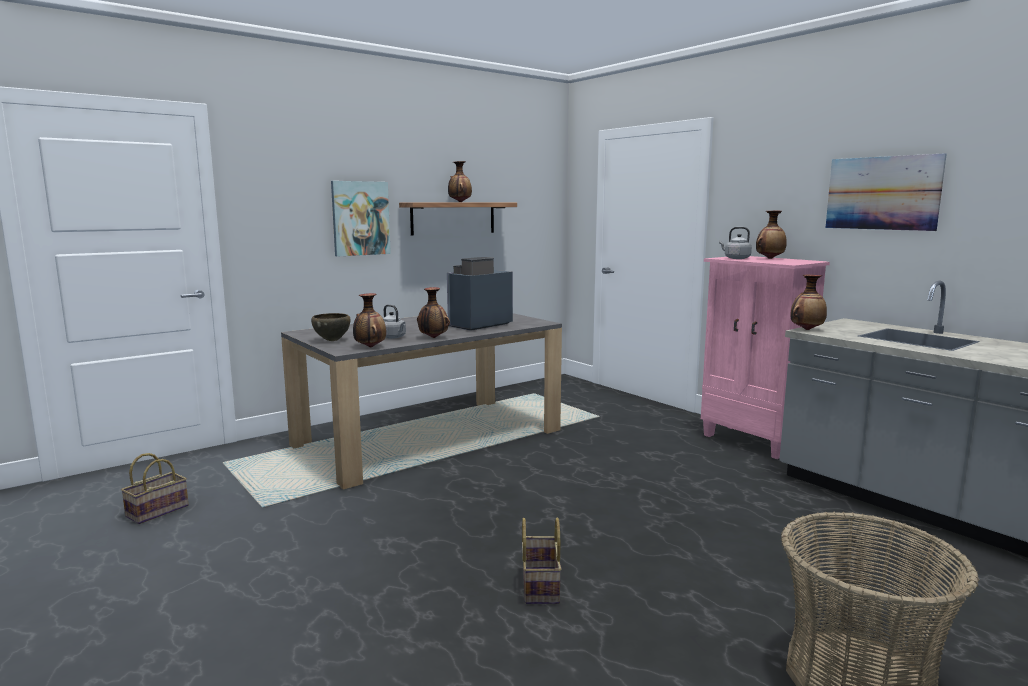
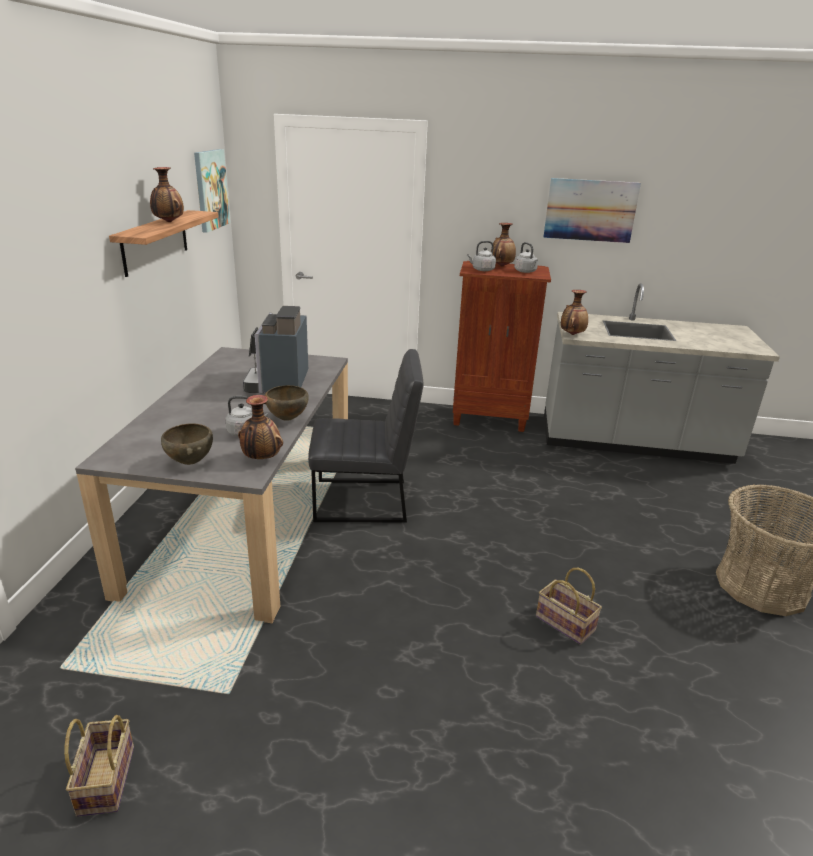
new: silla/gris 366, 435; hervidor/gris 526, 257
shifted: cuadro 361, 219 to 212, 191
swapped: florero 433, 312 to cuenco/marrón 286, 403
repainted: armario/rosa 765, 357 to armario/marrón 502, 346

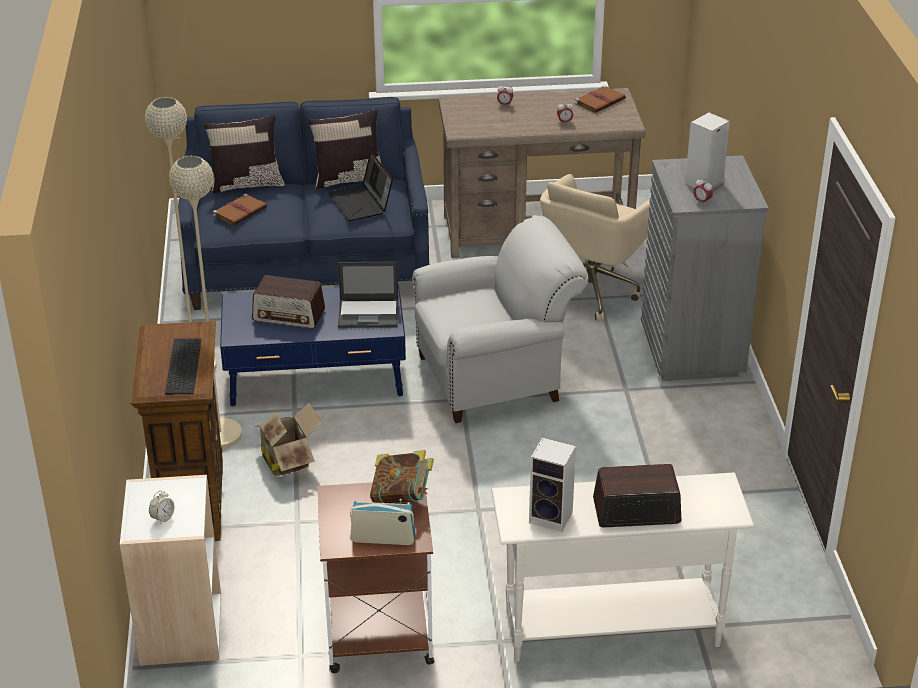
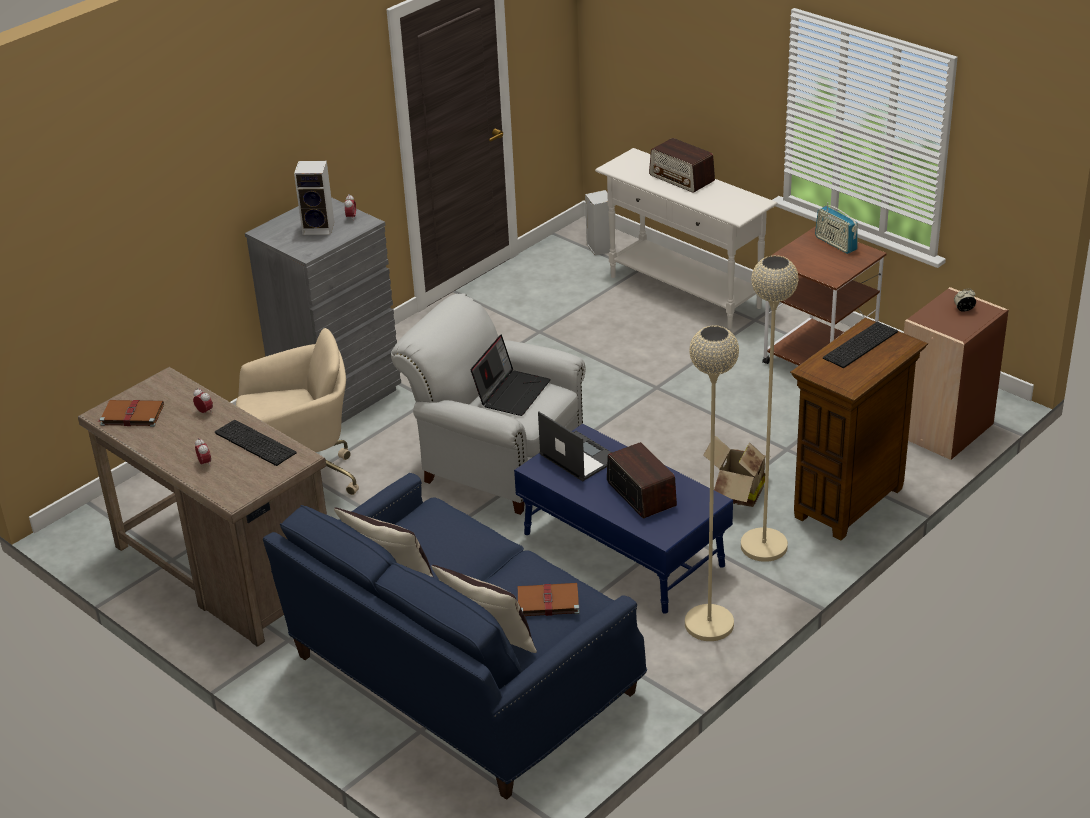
gone: libro 402, 476
new: teclado 255, 443
shifted: portátil 360, 186 to 511, 375; altavoz 552, 485 to 597, 222
repainted: estantería/blanco 170, 570 to estantería/marrón 956, 373

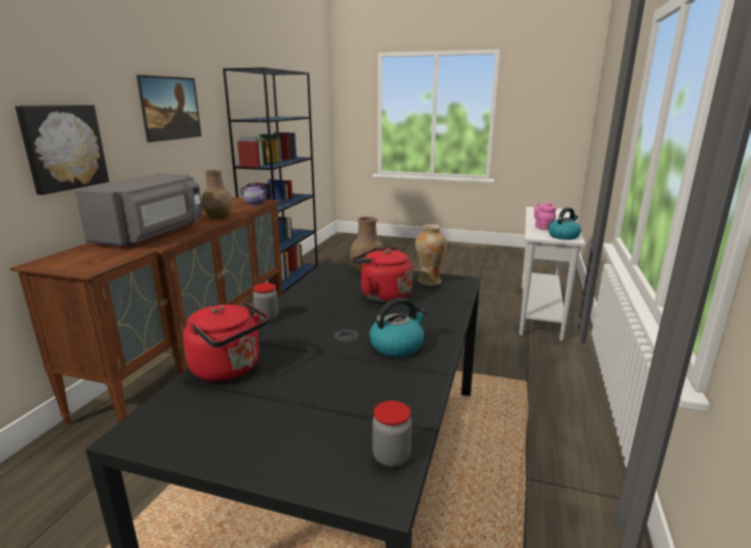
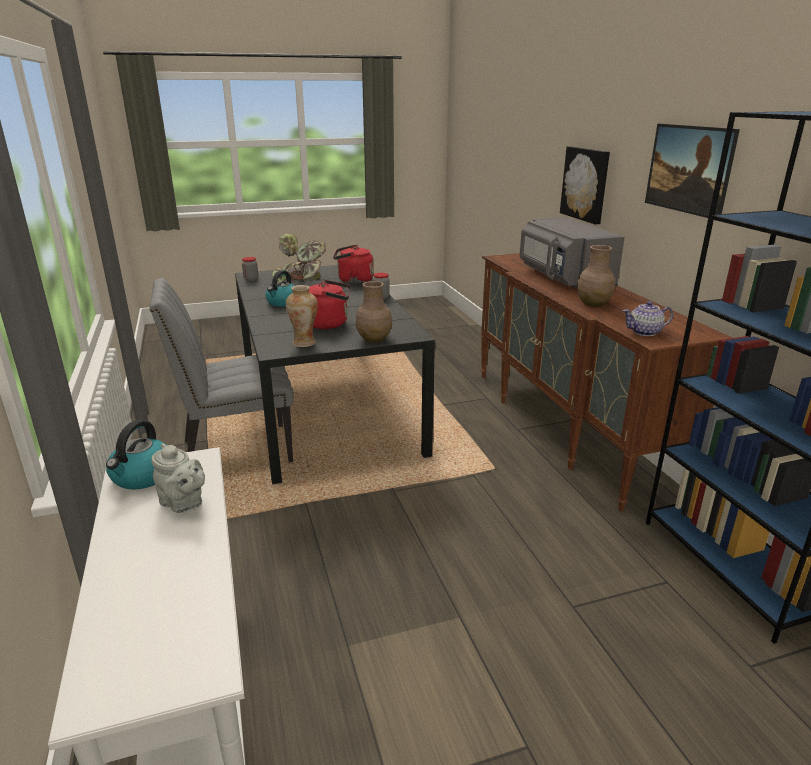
new: silla/gris 222, 370; planta en maceta 299, 258
repainted: tetera/rosa 545, 216 to tetera/gris 178, 478

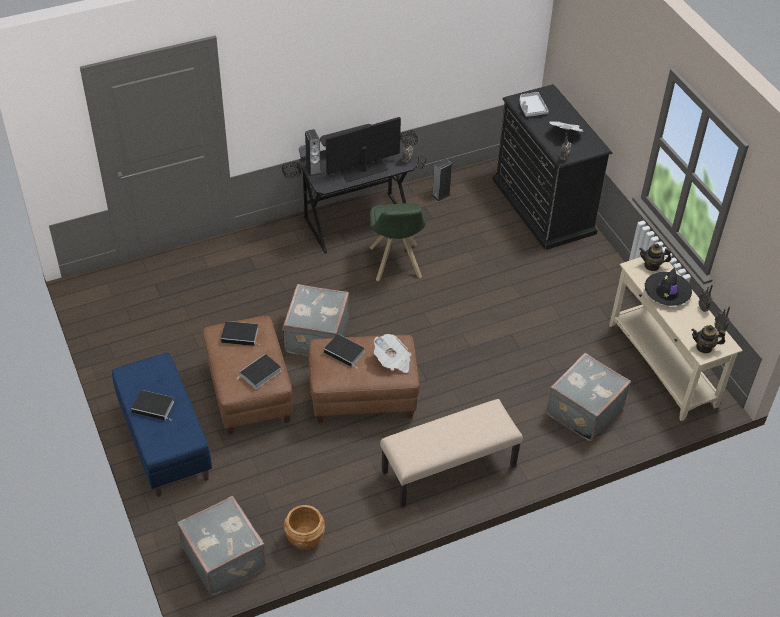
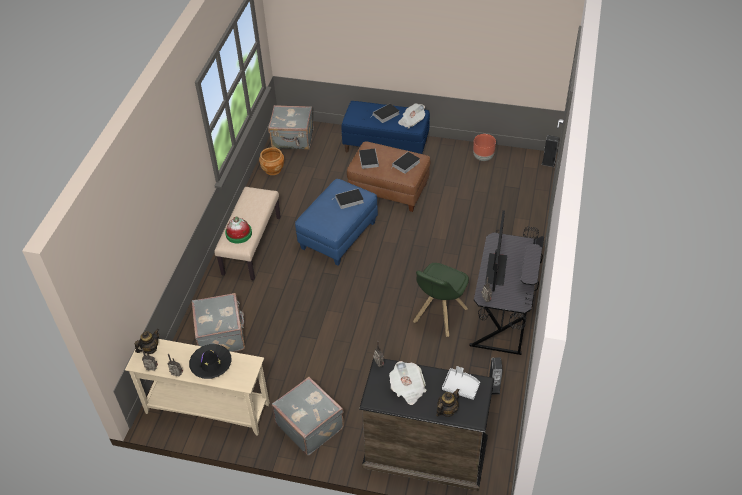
new: sombrero 238, 230; maceta/marrón 484, 147
shifted: maleta/gris 315, 320 to 308, 416; altavoz 313, 153 to 550, 151; periódico 392, 353 to 412, 115; tetera 655, 257 to 447, 403
repainted: puf/marrón 364, 379 to puf/azul 336, 222
rotated: silla/verde 398, 242 = 441, 300 90 degrees counterclockwise

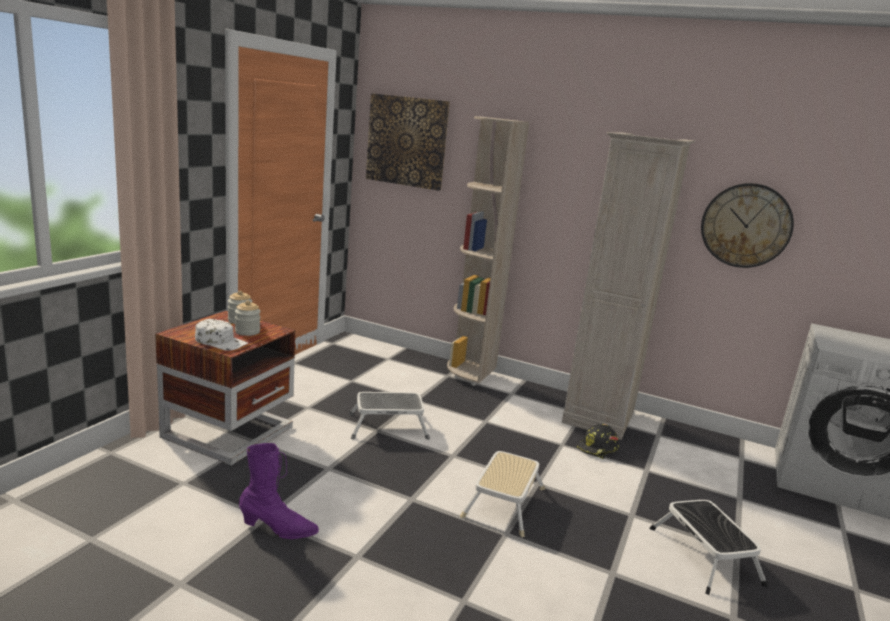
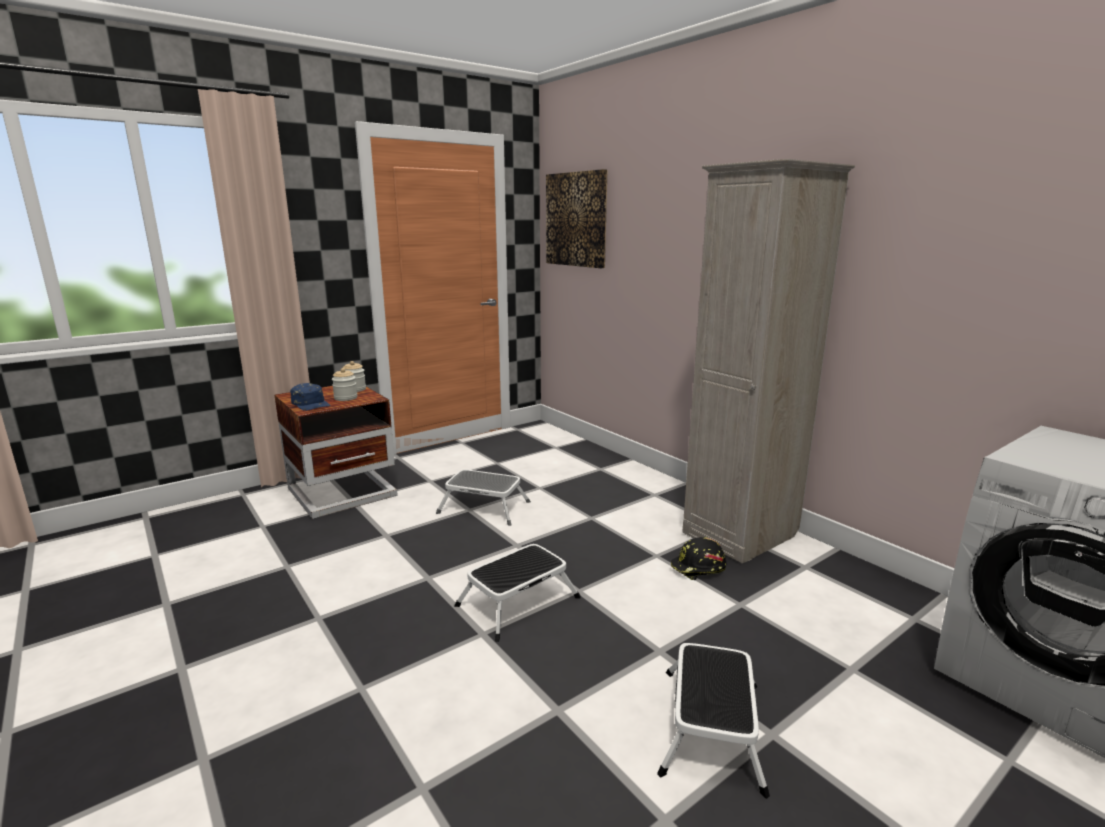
gone: bota/morado 279, 491; estantería/beis 488, 251; reloj de pared 747, 225
repainted: gorra/blanco 221, 335 to gorra/azul 310, 397; escalera de tijera/beis 502, 494 to escalera de tijera/negro 517, 593

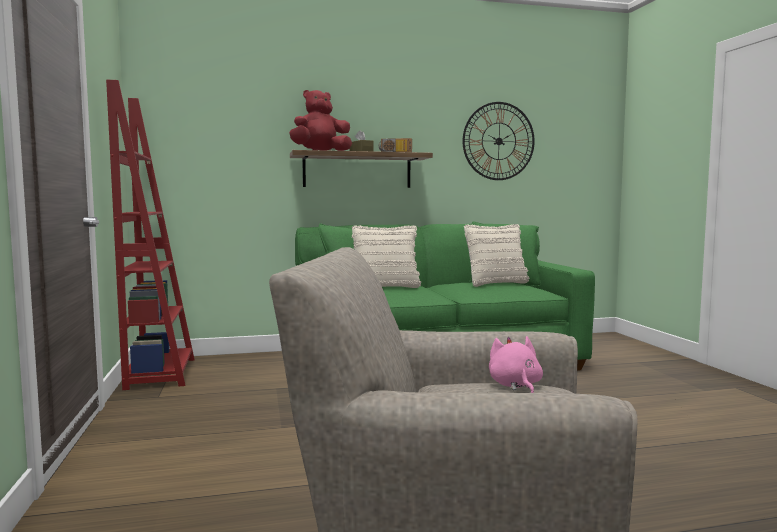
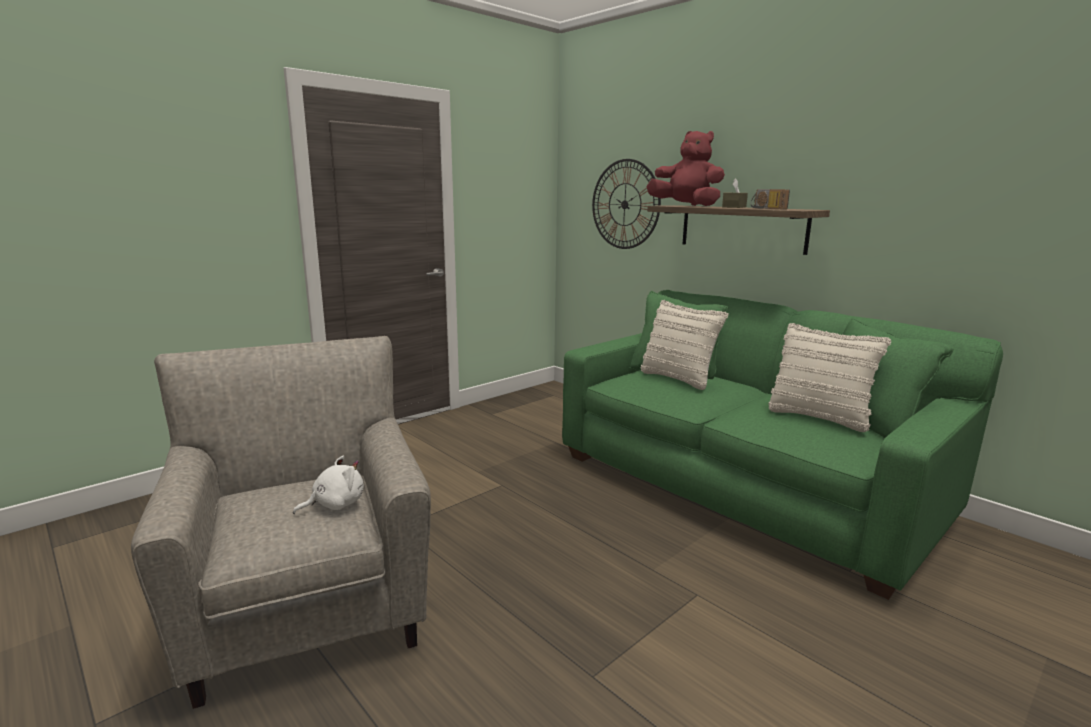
gone: estantería/rojo 150, 234
shifted: reloj de pared 498, 141 to 626, 204
repainted: peluche/rosa 516, 364 to peluche/blanco 328, 485

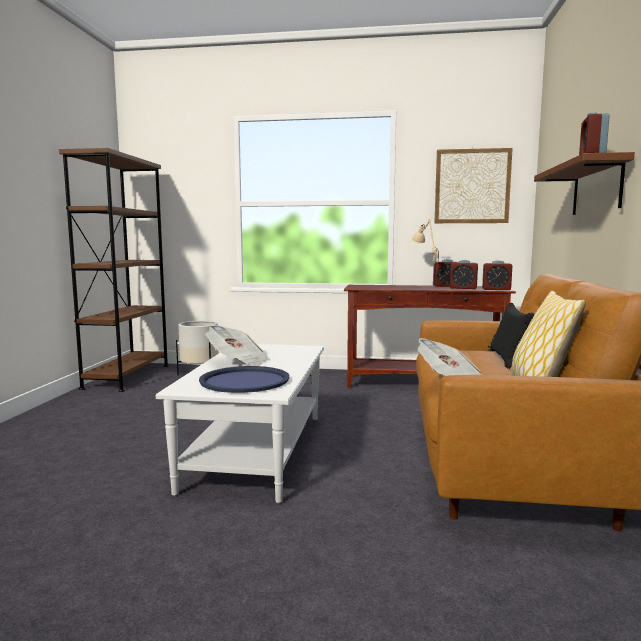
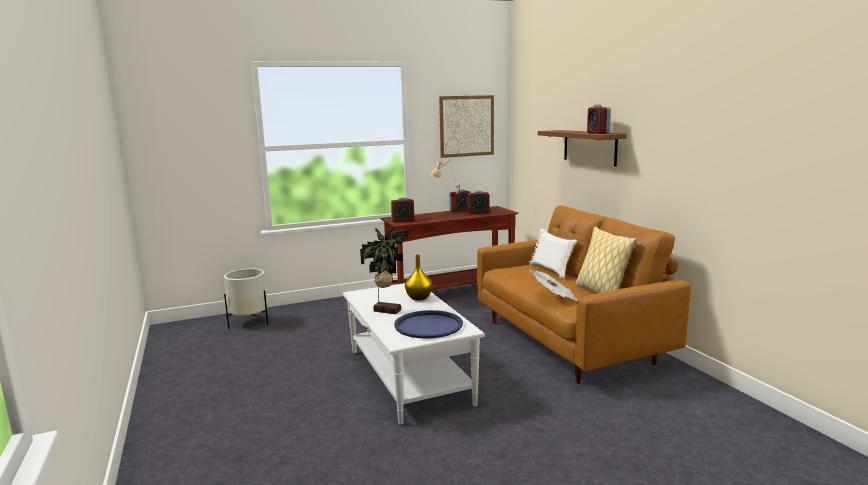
gone: estantería/marrón 114, 270
new: florero/amarillo 418, 278
shifted: despertador 497, 275 to 402, 210
swapped: periódico 236, 345 to planta en maceta 384, 271
repainted: cojín/negro 511, 336 to cojín/blanco 553, 253

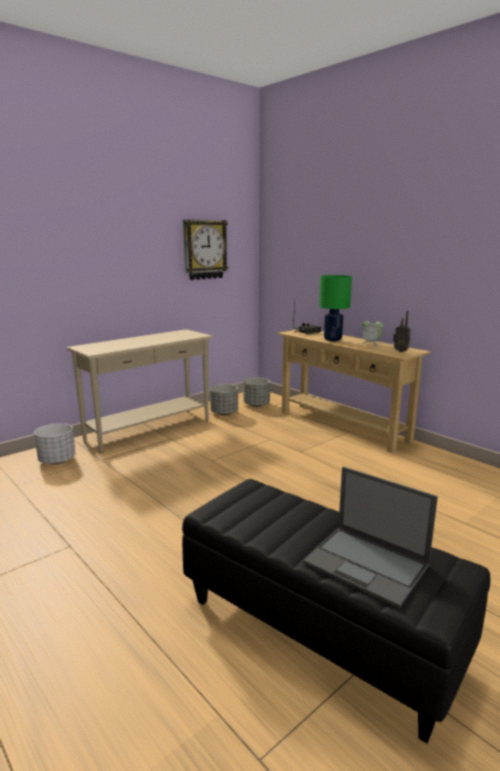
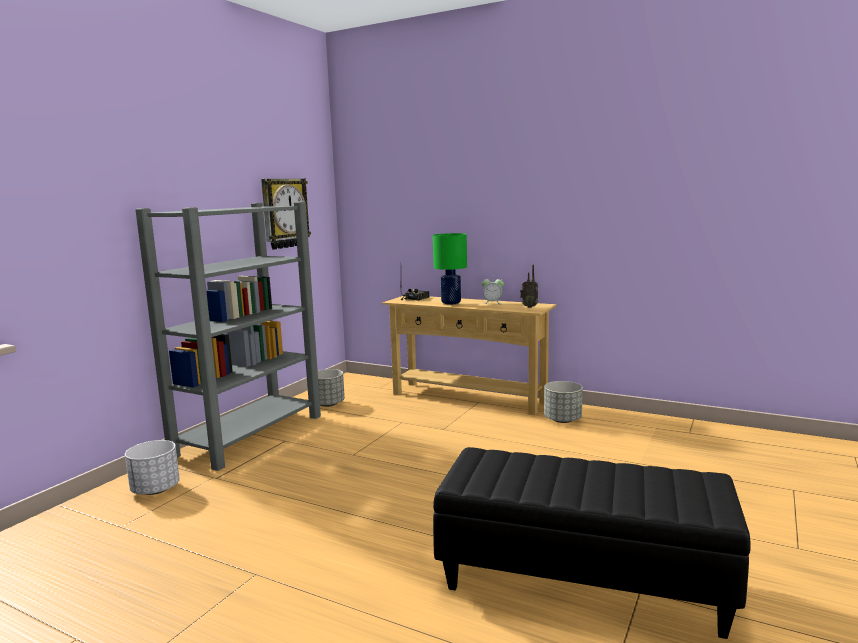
gone: portátil 370, 537
shifted: maceta/gris 256, 392 to 563, 402
swapped: mesa consola/beis 140, 391 to estantería/gris 228, 336

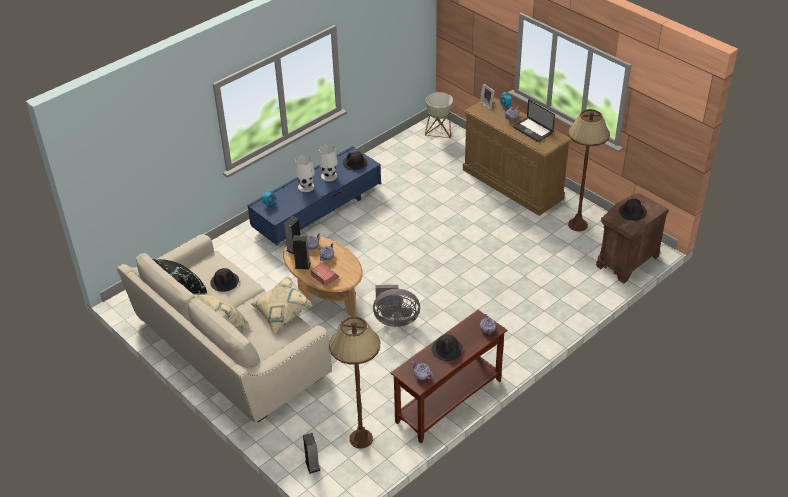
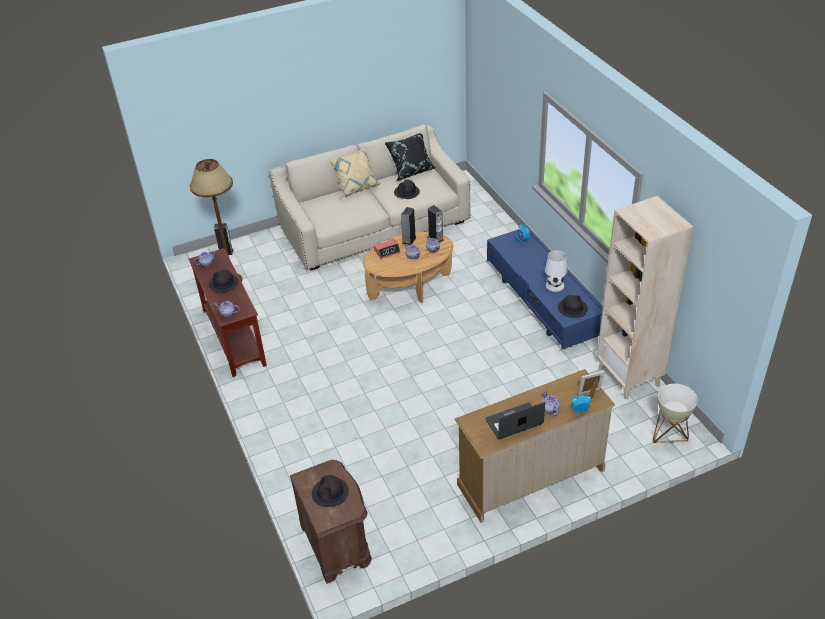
gone: cojín/beis 282, 305; lámpara de mesa/blanco 305, 173; ventilador/gris 396, 306; lámpara de pie/marrón 589, 170
new: estantería/beis 645, 297

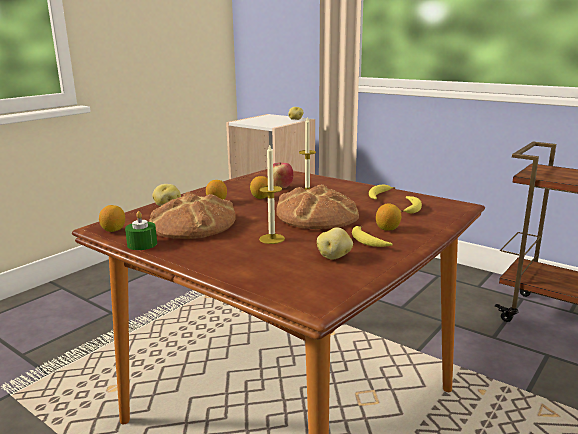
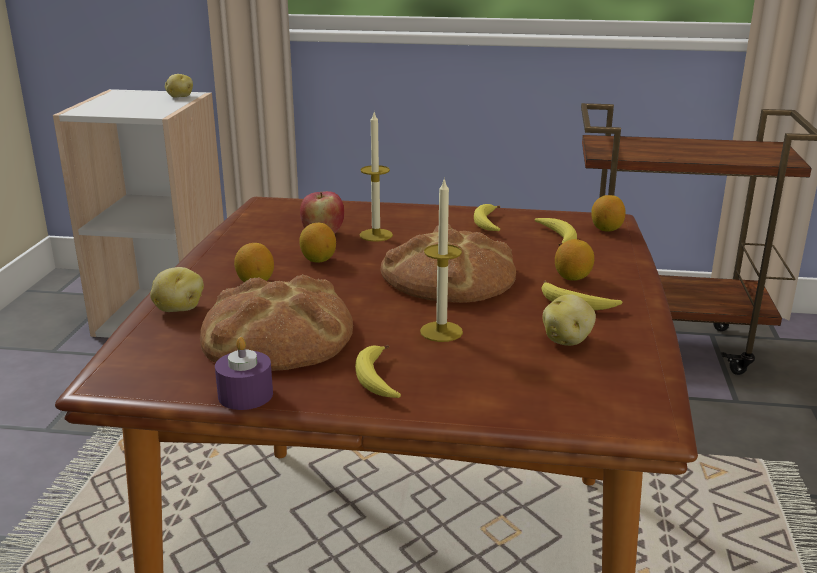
new: plátano 378, 371
shifted: limón 112, 218 to 608, 213
repainted: vela/verde 141, 230 to vela/morado 244, 373

